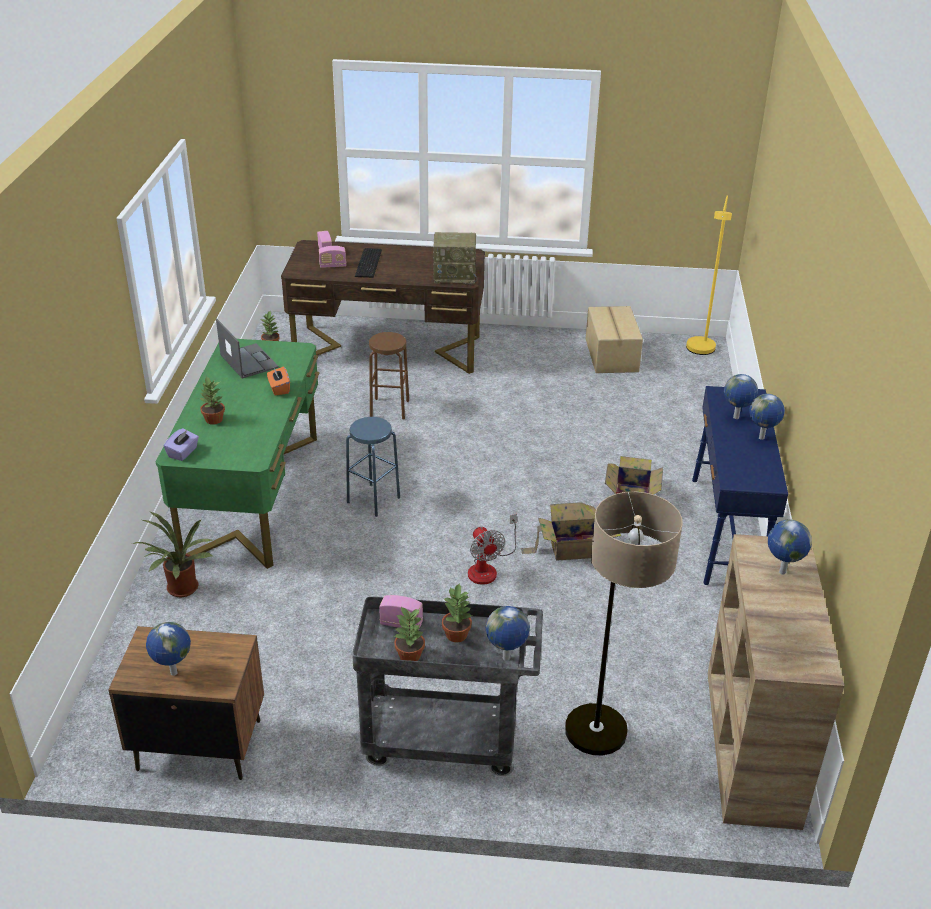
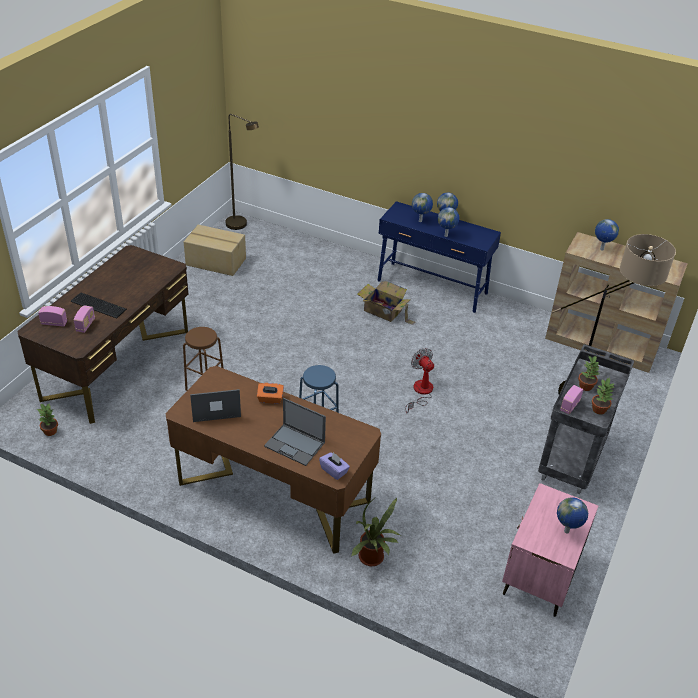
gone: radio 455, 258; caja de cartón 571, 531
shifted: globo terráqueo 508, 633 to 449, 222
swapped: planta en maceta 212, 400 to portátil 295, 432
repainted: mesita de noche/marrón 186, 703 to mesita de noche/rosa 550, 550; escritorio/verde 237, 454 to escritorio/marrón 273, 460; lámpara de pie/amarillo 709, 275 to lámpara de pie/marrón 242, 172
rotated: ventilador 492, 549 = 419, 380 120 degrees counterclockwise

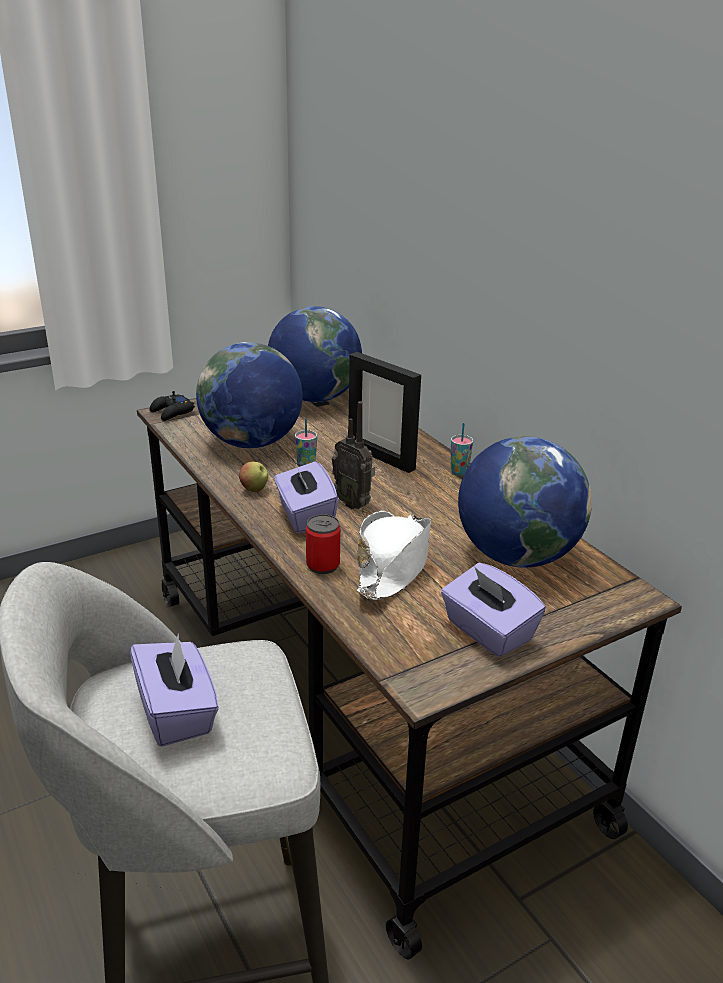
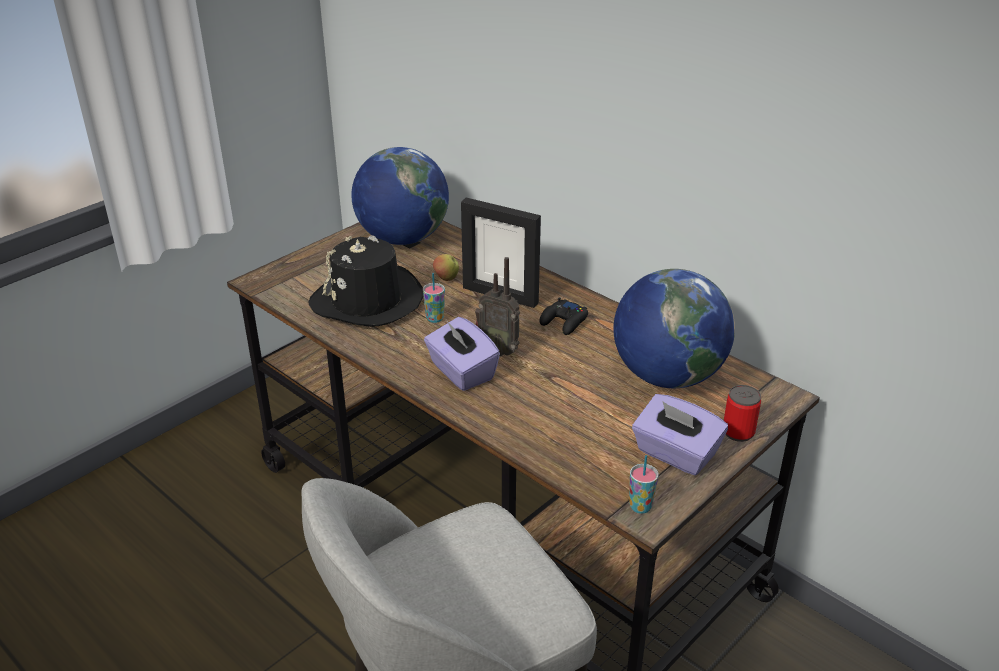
gone: caja de pañuelos/morado 174, 690; sombrero/blanco 394, 555
shifted: mando de consola/negro 172, 406 to 564, 316; manzana 253, 477 to 446, 267; lata 323, 544 to 742, 413; taza 462, 449 to 643, 484
swapped: globo terráqueo 249, 395 to sombrero/negro 366, 281

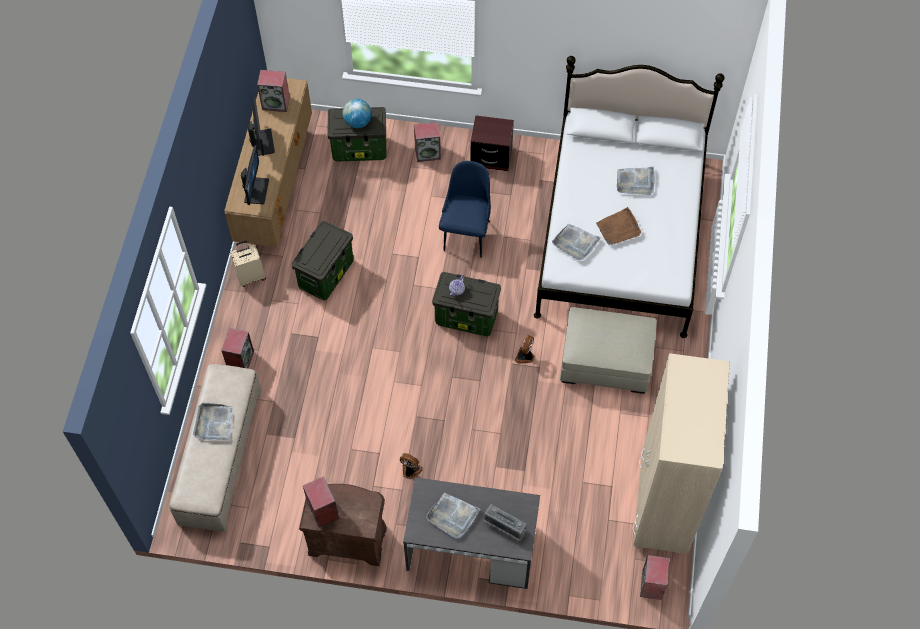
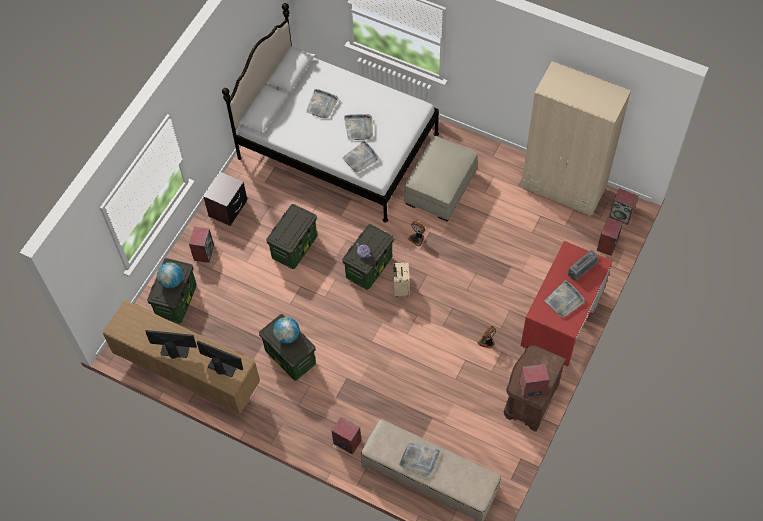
new: globo terráqueo 286, 330
shifted: maleta/beis 248, 263 to 401, 279; altavoz 273, 91 to 610, 236
swapped: silla/azul 465, 209 to caja de almacenaje 291, 236
repainted: escritorio/gris 471, 533 to escritorio/rojo 567, 304; bandeja/marrón 618, 226 to bandeja/gris 358, 127

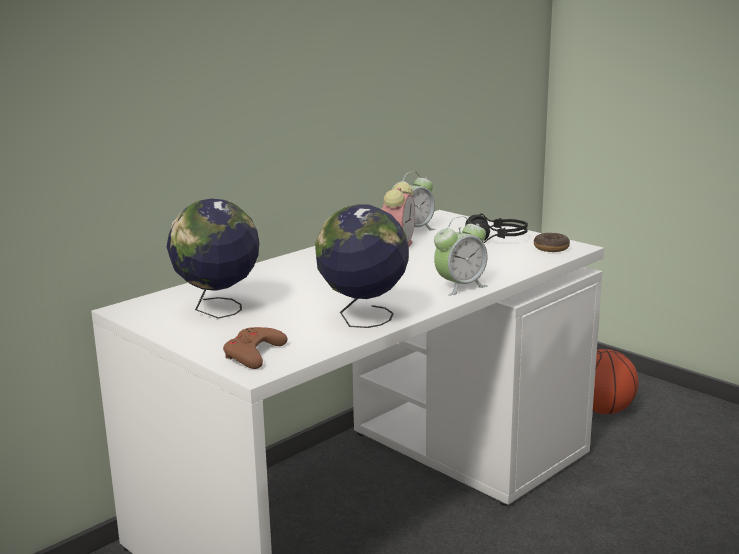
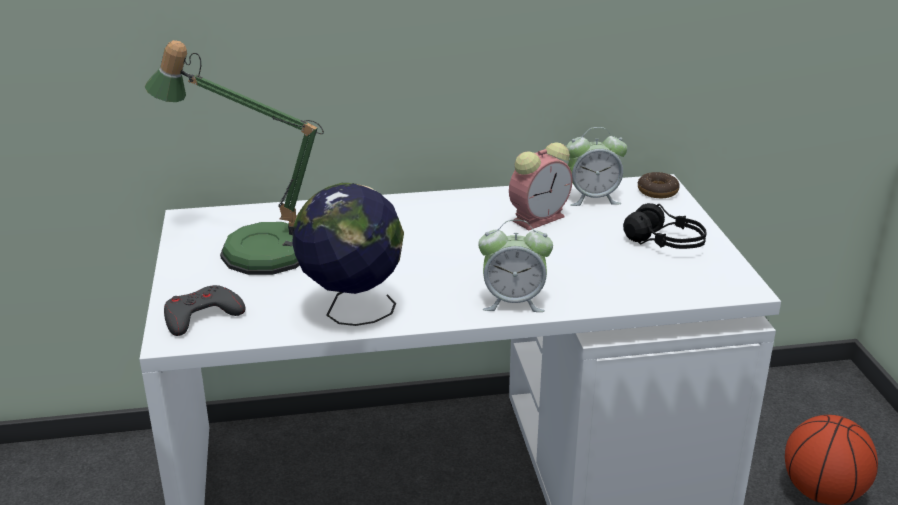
shifted: rosquilla 552, 242 to 659, 185
swapped: globo terráqueo 213, 258 to lámpara de mesa 234, 157
repainted: mando de consola/marrón 255, 348 to mando de consola/gris 204, 310

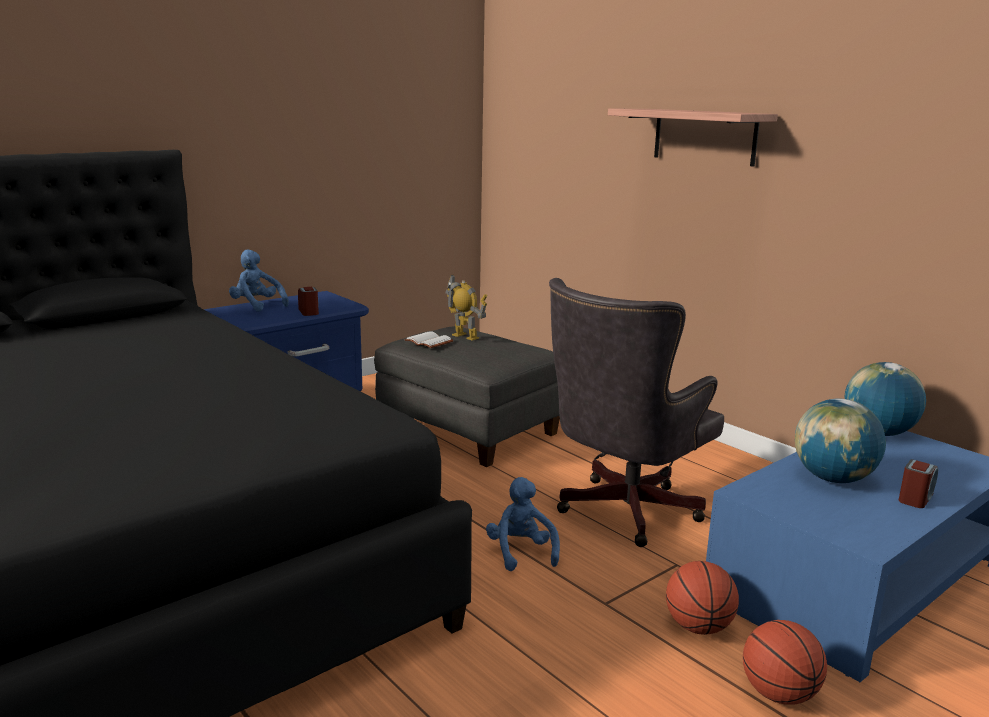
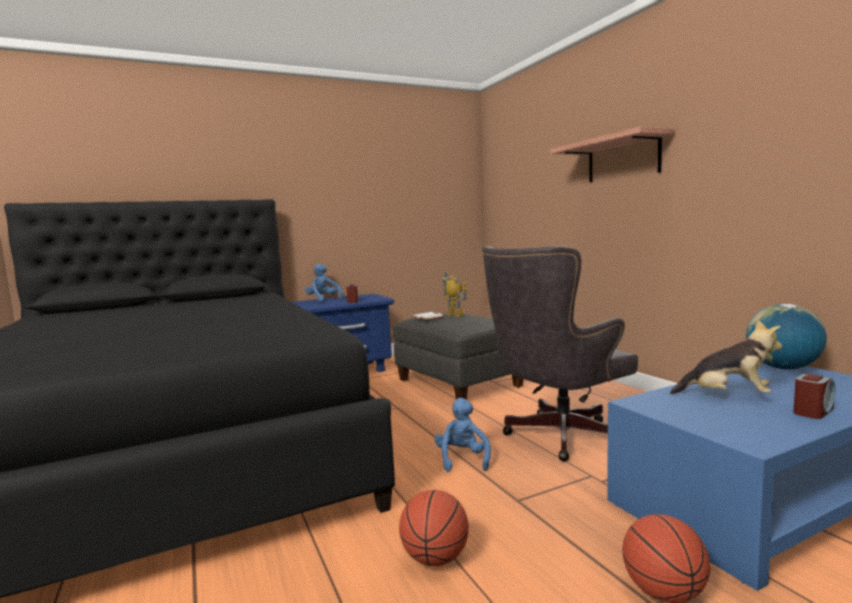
shifted: balón de baloncesto 702, 598 to 434, 528
swapped: globo terráqueo 840, 440 to peluche 726, 357

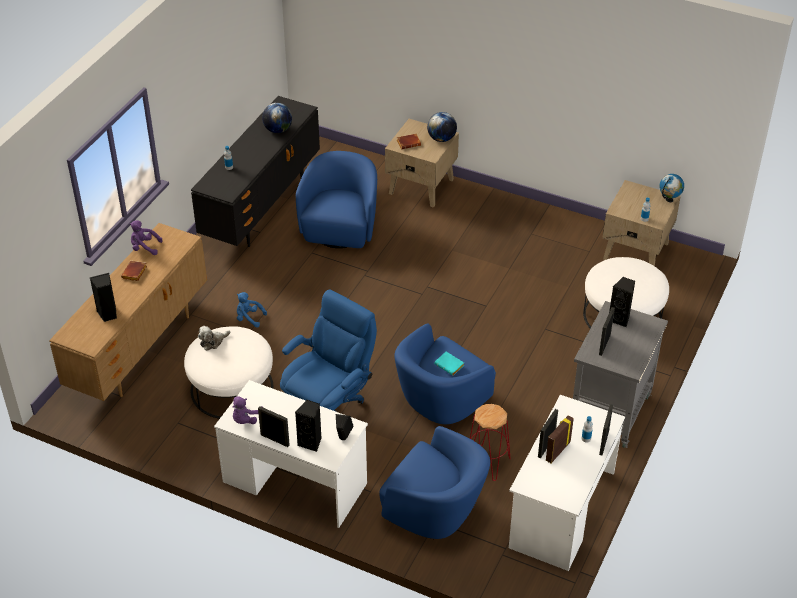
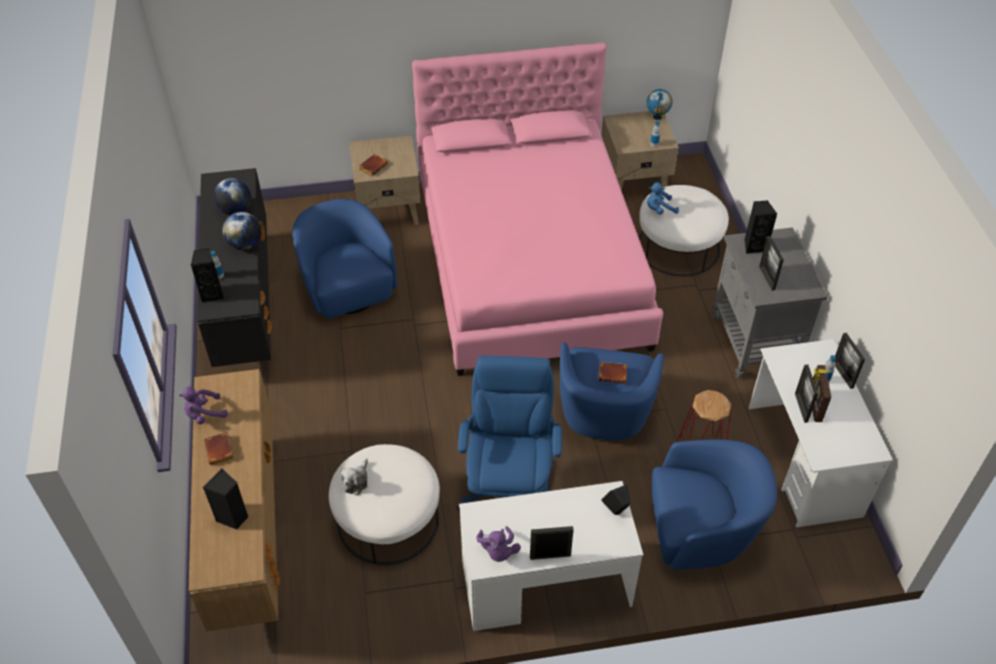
new: cama/rosa 537, 209
shifted: peluche/azul 252, 310 to 663, 198; altavoz/negro 308, 426 to 207, 275; globo terráqueo 442, 127 to 242, 231
repainted: libro/turquesa 449, 364 to libro/marrón 612, 372

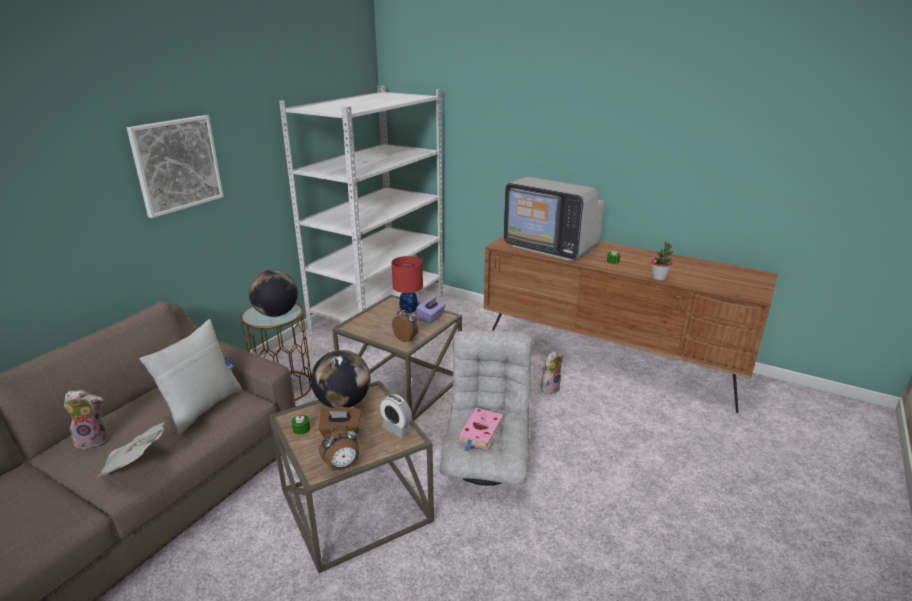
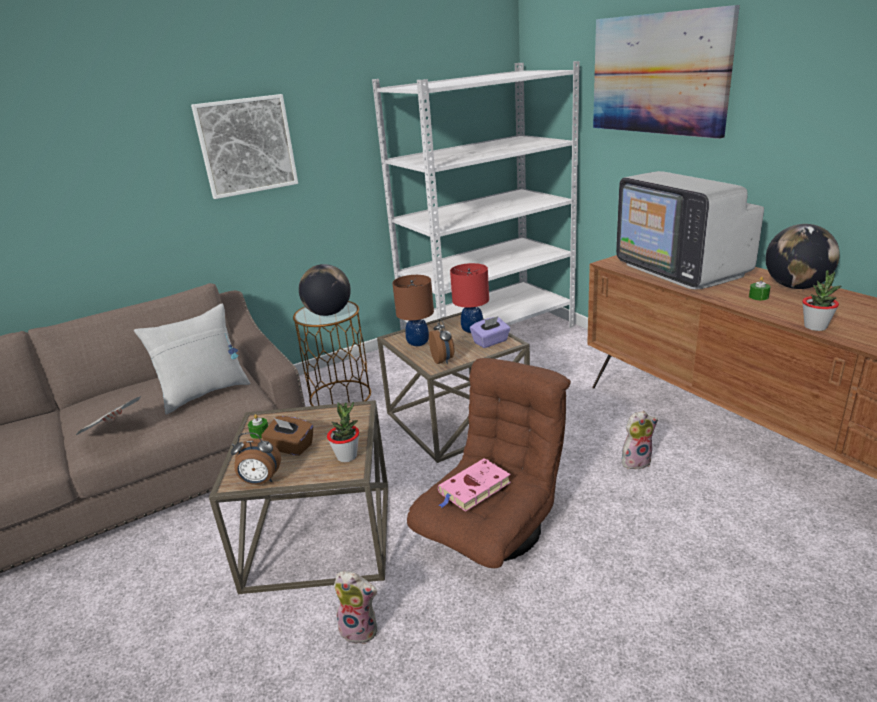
new: lámpara de mesa/marrón 413, 310; cuadro 666, 72
shifted: peluche 86, 420 to 355, 607; globo terráqueo 340, 379 to 802, 256
swapped: despertador 396, 416 to planta en maceta 343, 432
repainted: sillón/gris 486, 408 to sillón/marrón 489, 463

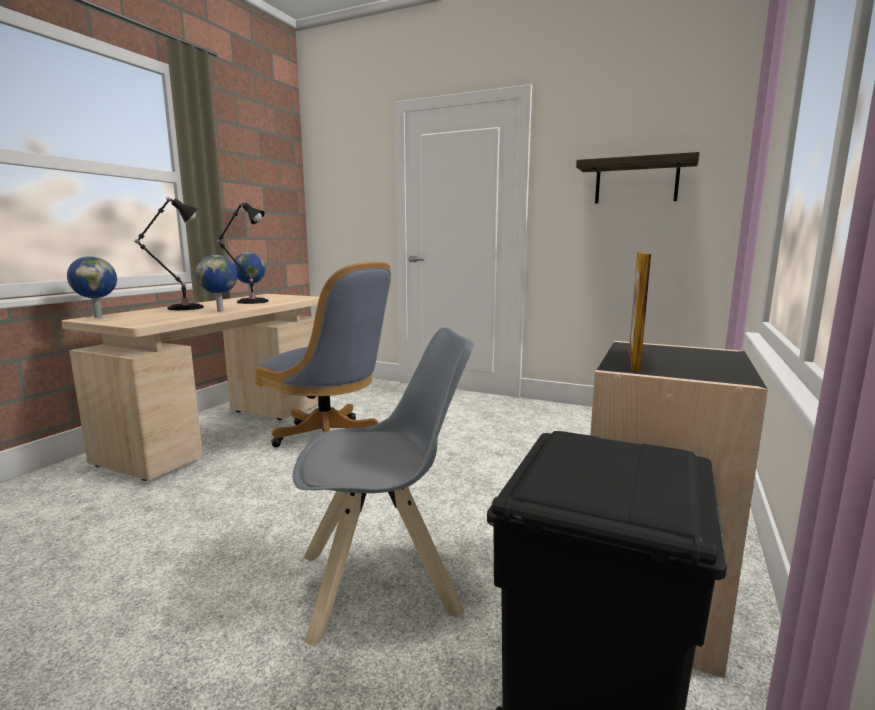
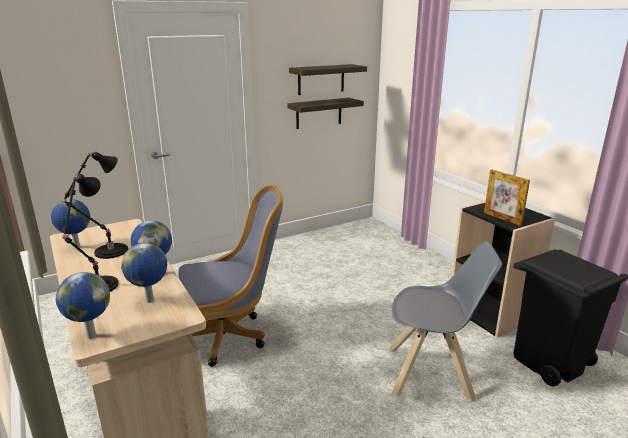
new: globo terráqueo 144, 273; estante 325, 113
rotated: silla/gris 383, 487 = 445, 321 75 degrees clockwise

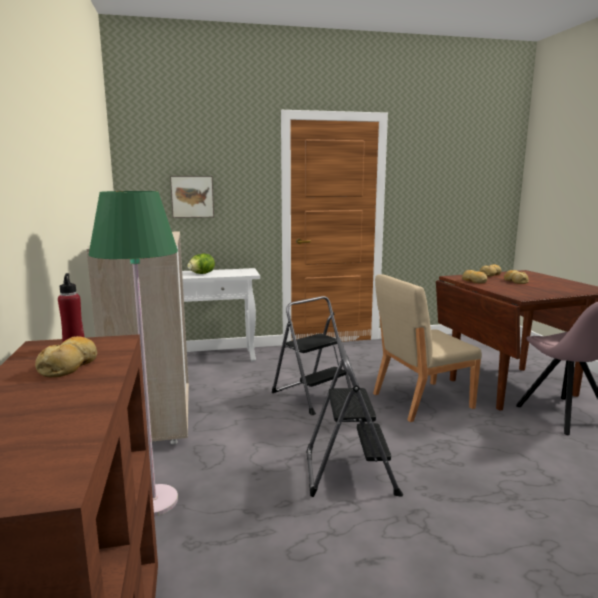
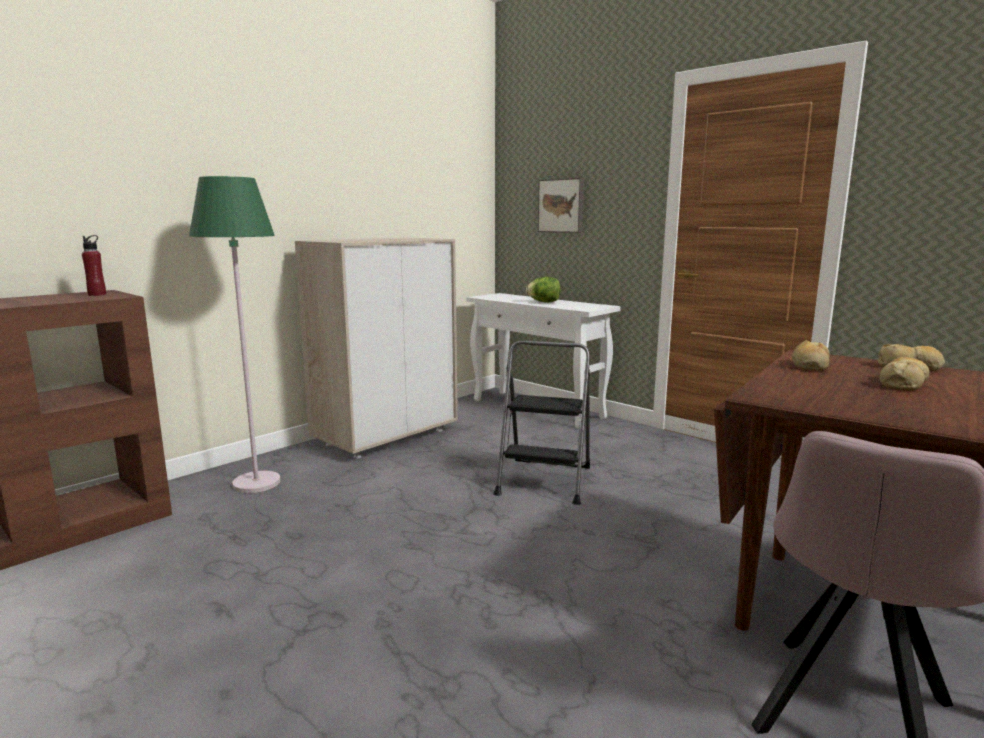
gone: pan 66, 356; escalera de tijera/negro 355, 417; silla/beis 427, 348

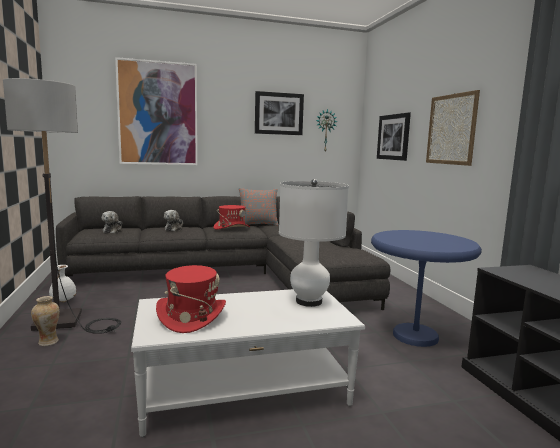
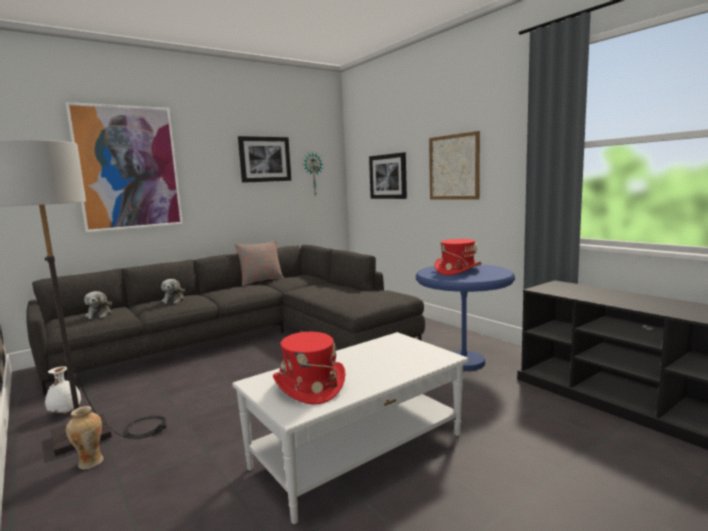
gone: lámpara de mesa/blanco 314, 243
shifted: sombrero/rojo 232, 217 to 458, 257

